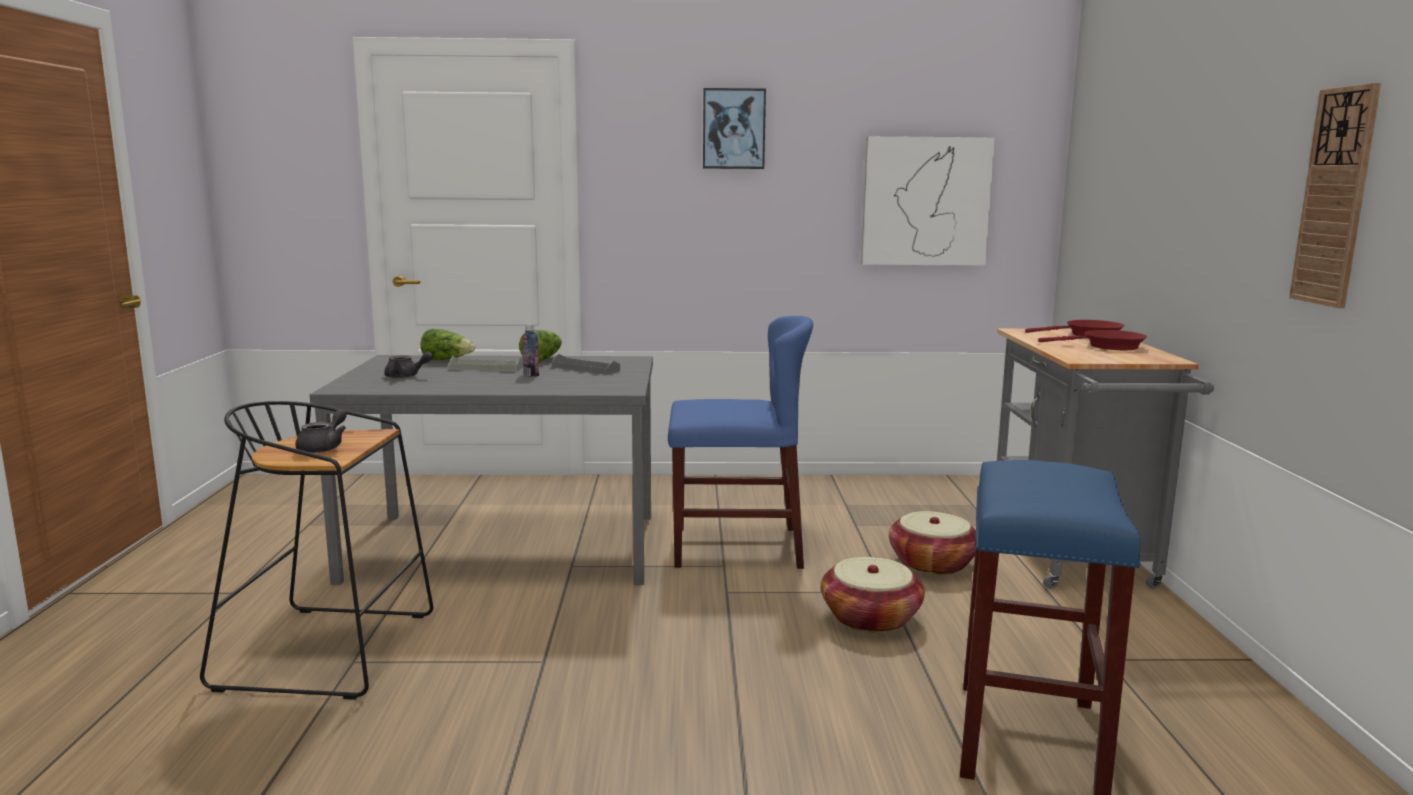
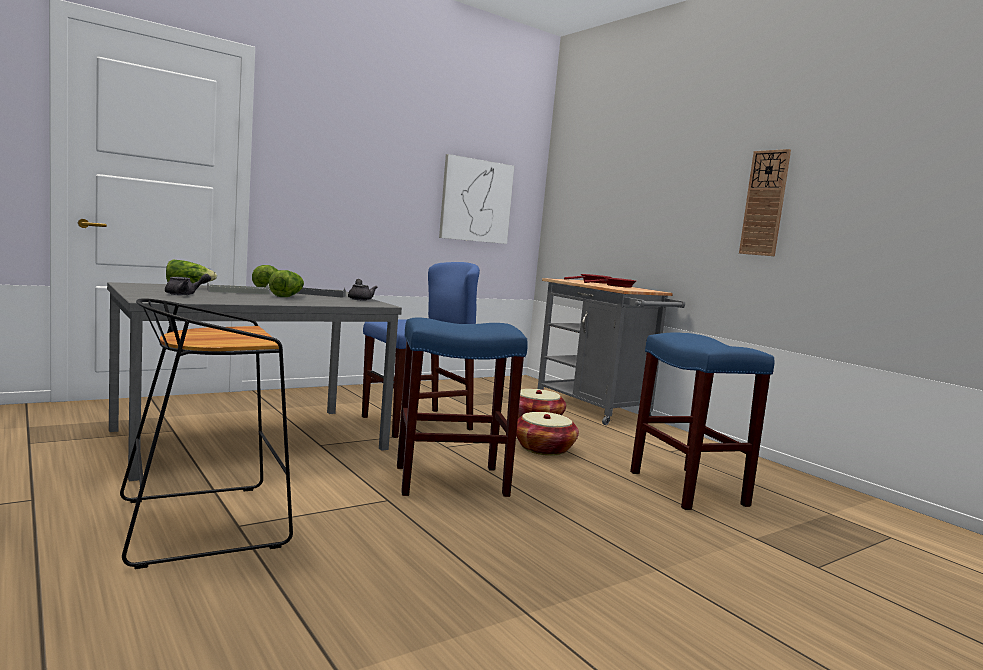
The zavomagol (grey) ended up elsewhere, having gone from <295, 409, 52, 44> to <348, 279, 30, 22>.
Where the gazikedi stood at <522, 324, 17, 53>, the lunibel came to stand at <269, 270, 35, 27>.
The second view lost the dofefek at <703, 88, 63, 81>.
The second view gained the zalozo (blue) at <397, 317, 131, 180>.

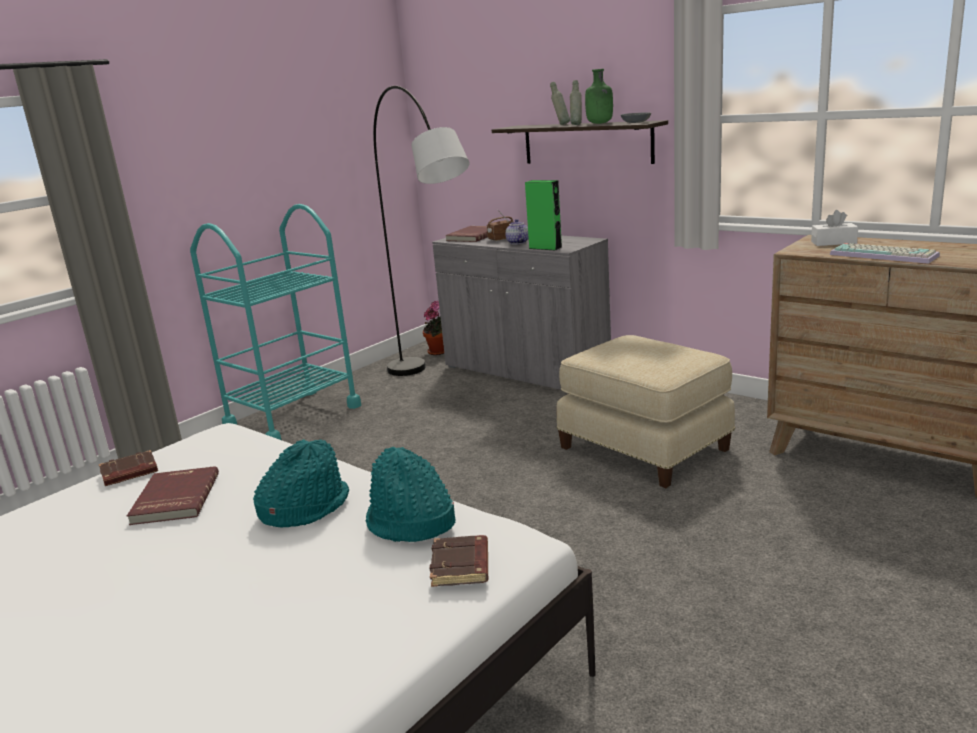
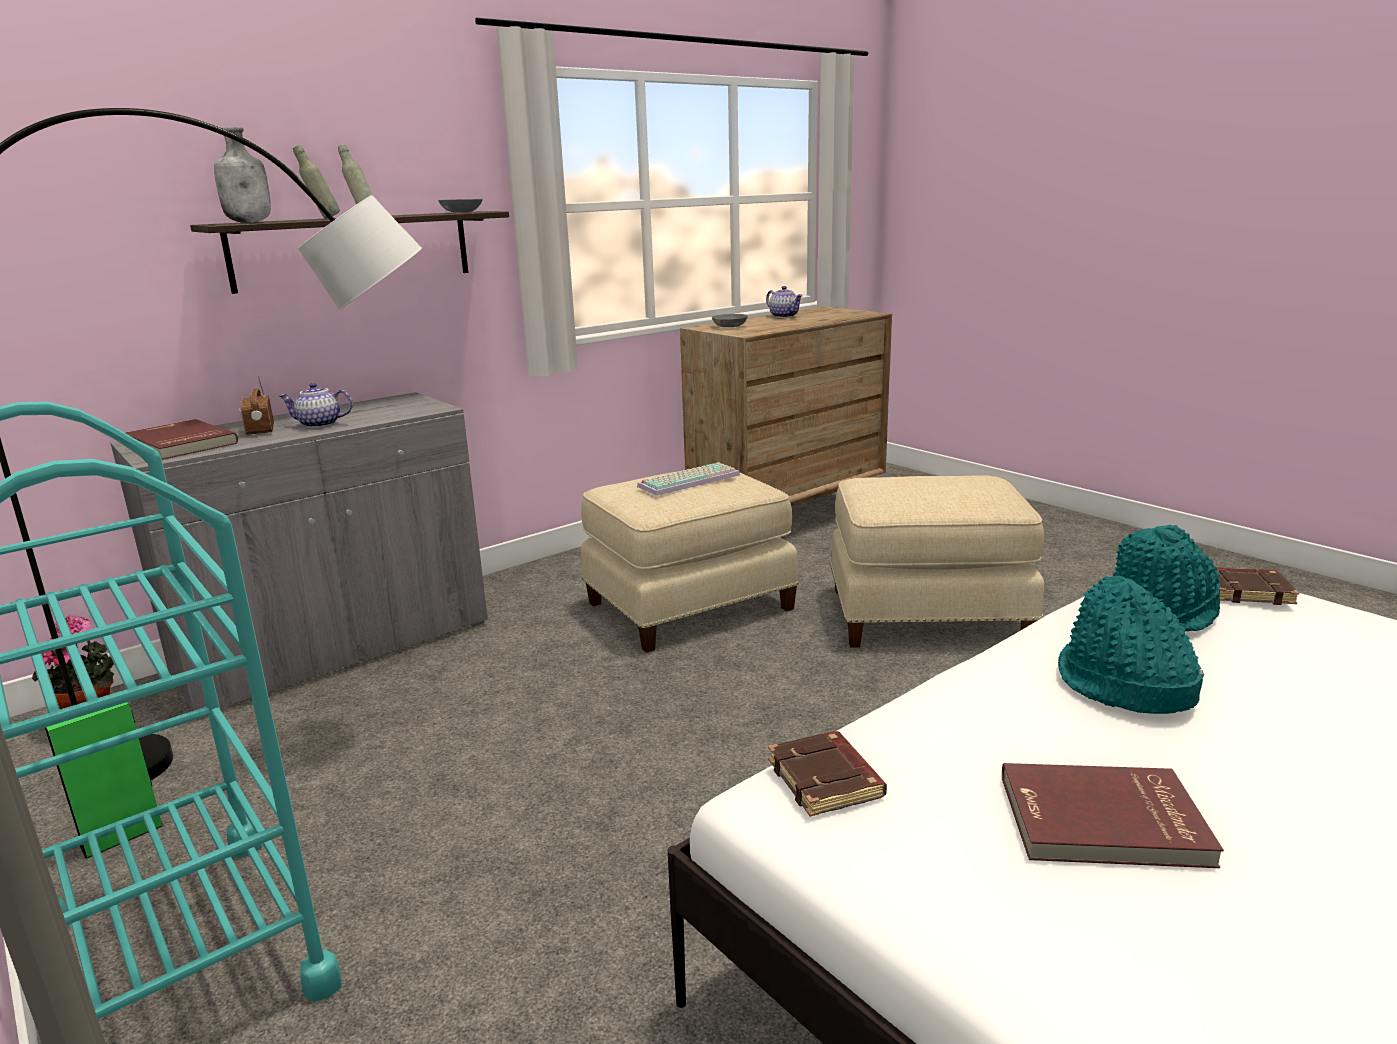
The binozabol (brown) ended up elsewhere, having gone from <99, 450, 59, 36> to <768, 731, 119, 86>.
The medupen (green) ended up elsewhere, having gone from <525, 180, 37, 71> to <45, 702, 119, 157>.
The second view lost the gazikedi (green) at <585, 69, 28, 55>.
Where the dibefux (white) stood at <811, 210, 47, 36>, the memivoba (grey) came to stand at <712, 314, 36, 13>.
The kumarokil ended up elsewhere, having gone from <830, 243, 110, 21> to <637, 462, 103, 34>.
The second view gained the gazikedi (grey) at <214, 127, 57, 96>.
The second view gained the zavomagol at <766, 286, 37, 32>.
The second view gained the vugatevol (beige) at <830, 475, 214, 173>.

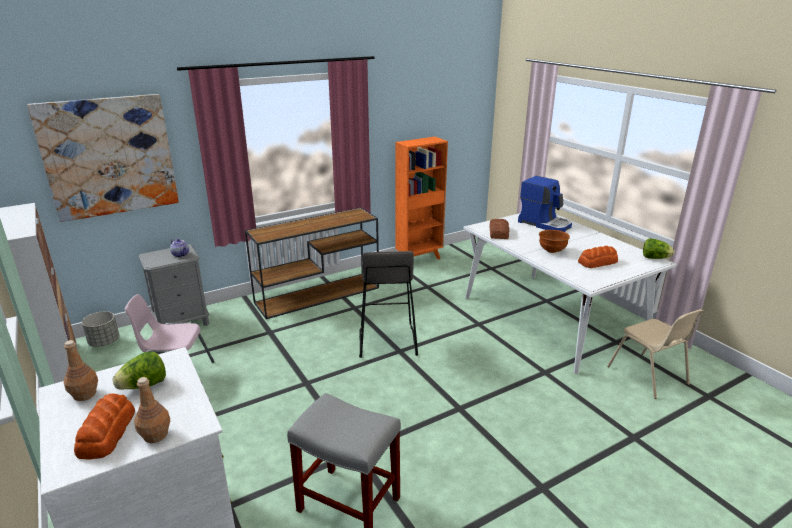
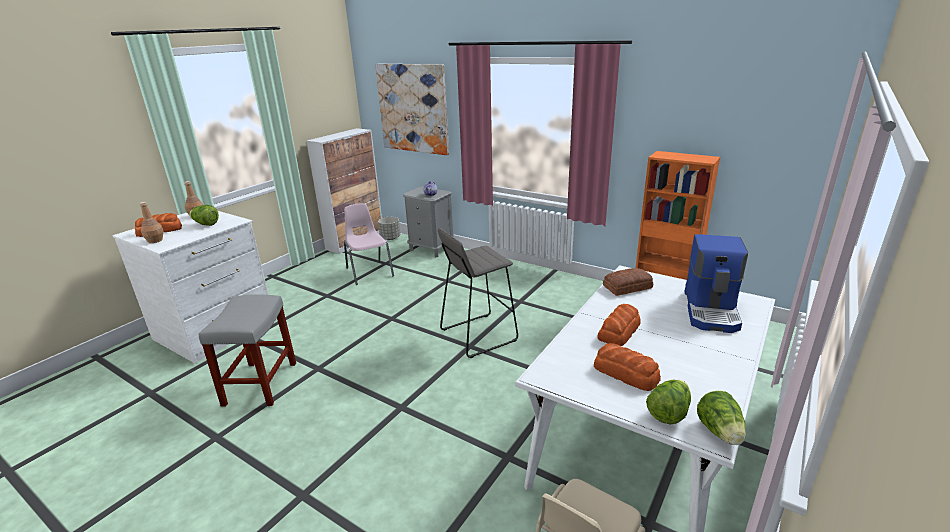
The second view lost the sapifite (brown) at <245, 208, 134, 111>.
Where the memivoba (brown) stood at <539, 230, 31, 23>, the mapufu came to stand at <597, 304, 44, 42>.
The second view gained the lunibel at <646, 379, 45, 45>.

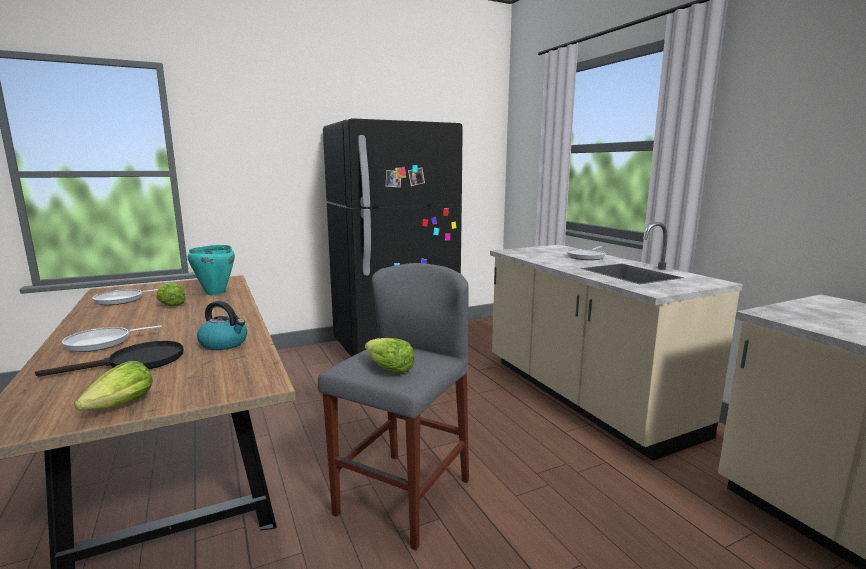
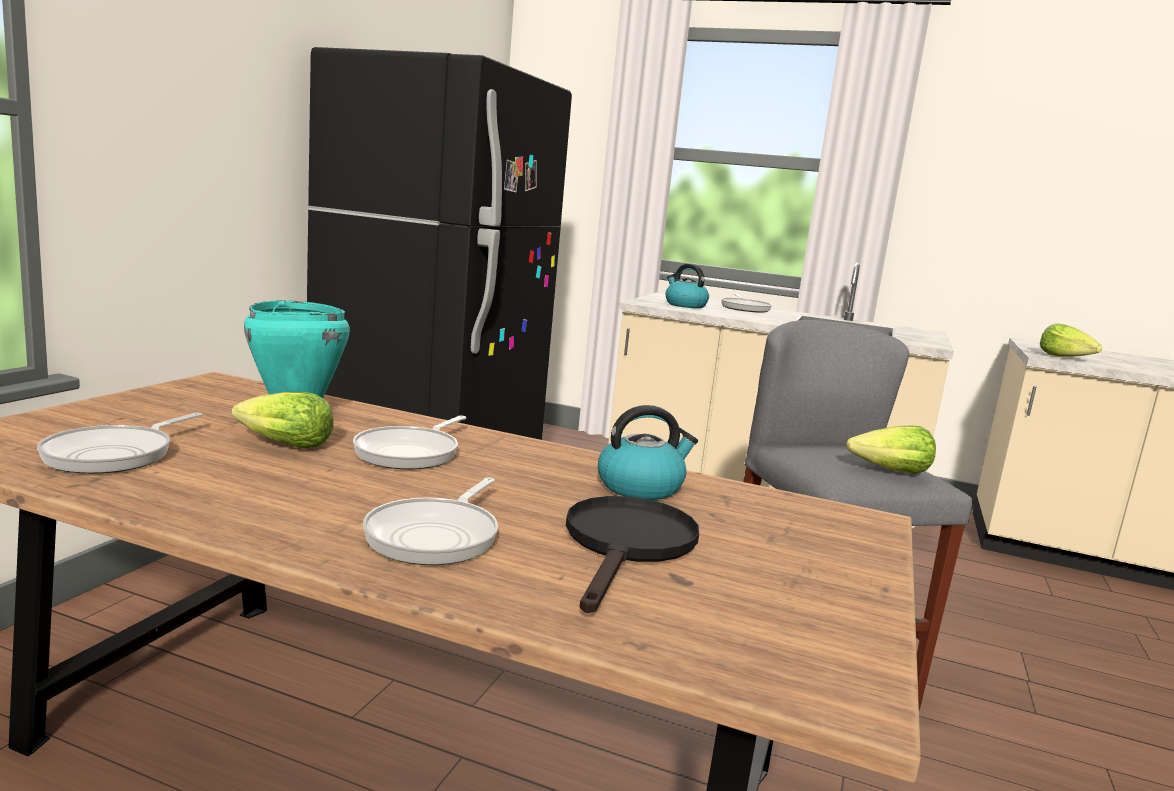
The lunibel ended up elsewhere, having gone from <75, 361, 78, 50> to <1040, 323, 62, 34>.
The second view gained the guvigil at <353, 416, 113, 53>.
The second view gained the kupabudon at <665, 264, 44, 44>.

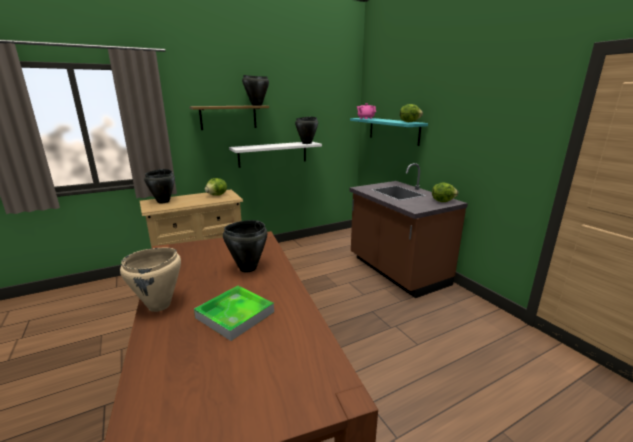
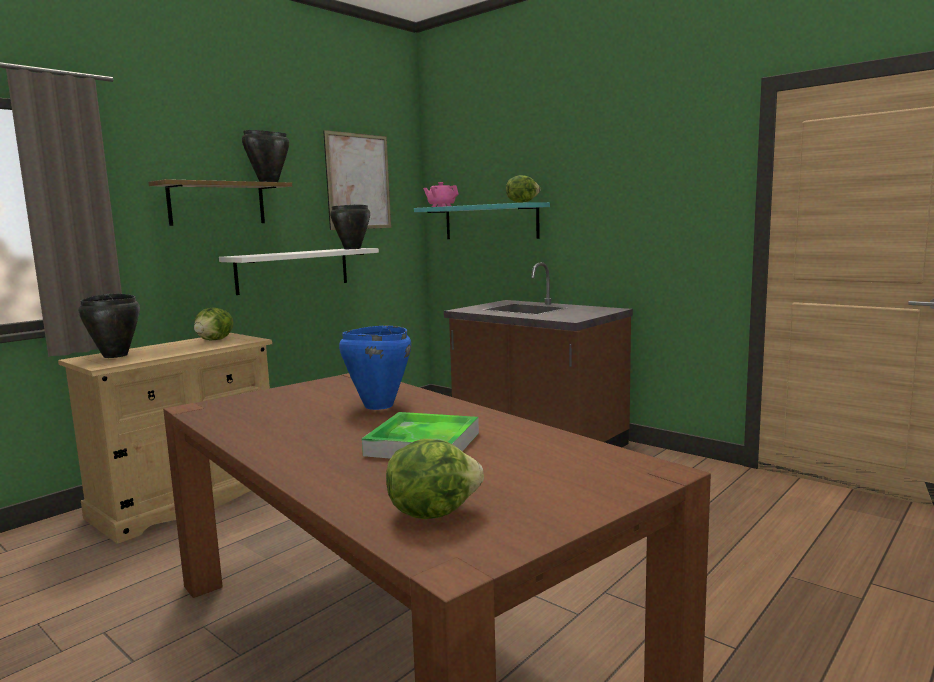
The second view lost the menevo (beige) at <120, 248, 61, 64>.
What was the menevo (black) at <223, 220, 44, 52> turned into the menevo (blue) at <339, 325, 72, 85>.
The lunibel ended up elsewhere, having gone from <432, 182, 26, 20> to <386, 439, 98, 80>.
The second view gained the dofefek at <323, 130, 68, 100>.

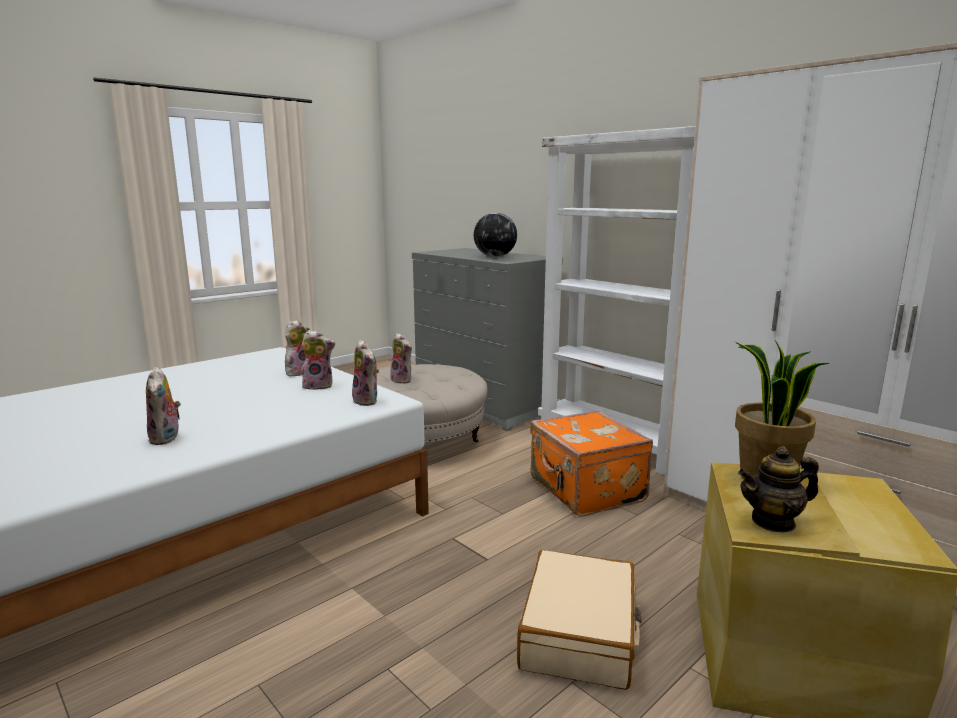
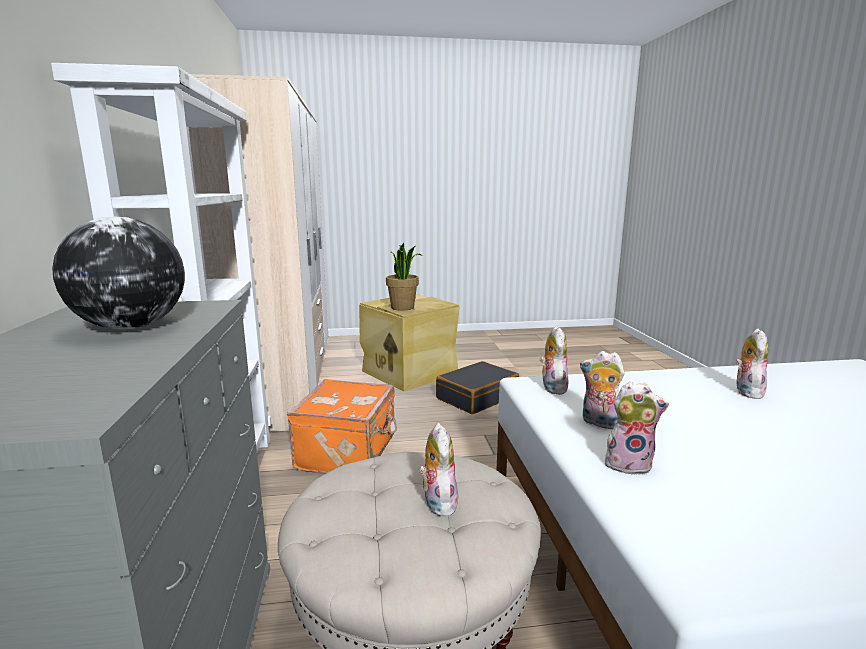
The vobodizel at <285, 320, 25, 56> ended up facing another way, 150 degrees counterclockwise from before.
What was the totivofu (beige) at <517, 550, 125, 140> turned into the totivofu (black) at <436, 361, 83, 53>.
The second view lost the zavomagol at <738, 446, 81, 87>.

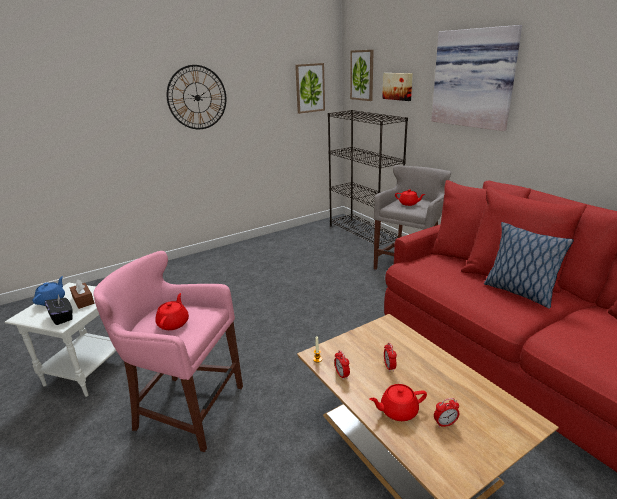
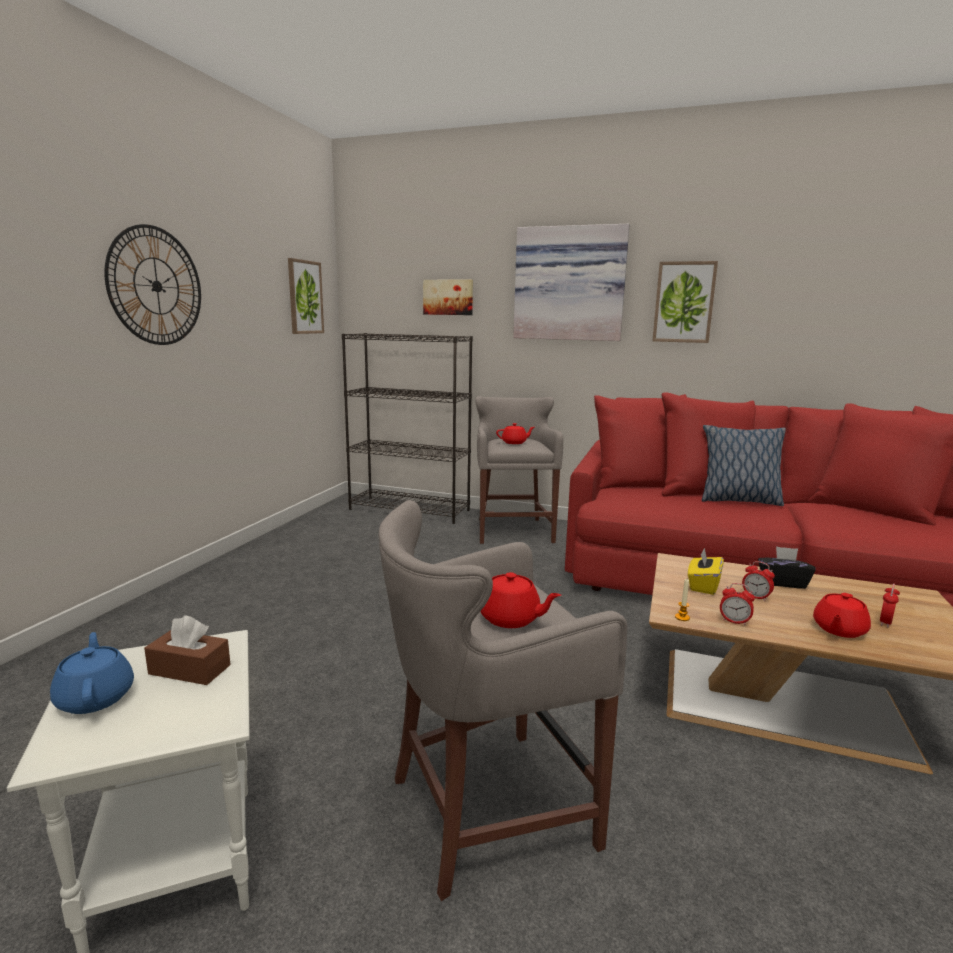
The dibefux (black) ended up elsewhere, having gone from <45, 293, 28, 32> to <758, 546, 58, 43>.
What was the zalozo (pink) at <93, 251, 150, 201> turned into the zalozo (grey) at <378, 500, 249, 401>.
The zavomagol (red) at <155, 293, 34, 37> ended up facing another way, 150 degrees clockwise from before.
The dofefek ended up elsewhere, having gone from <350, 50, 24, 51> to <652, 261, 66, 82>.
The second view gained the dibefux (yellow) at <688, 548, 36, 47>.

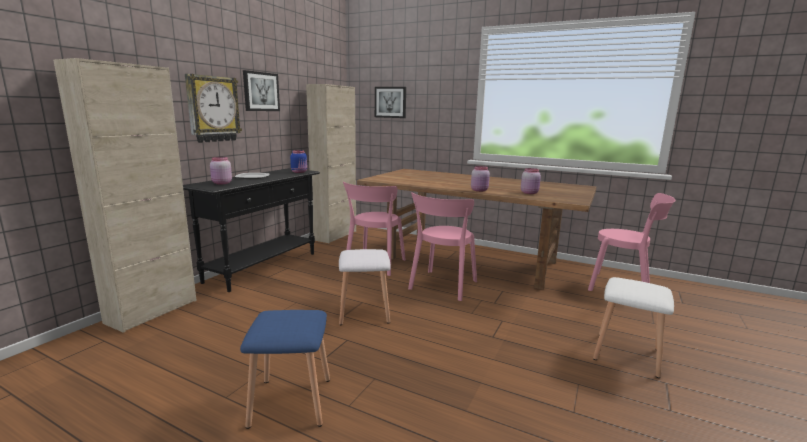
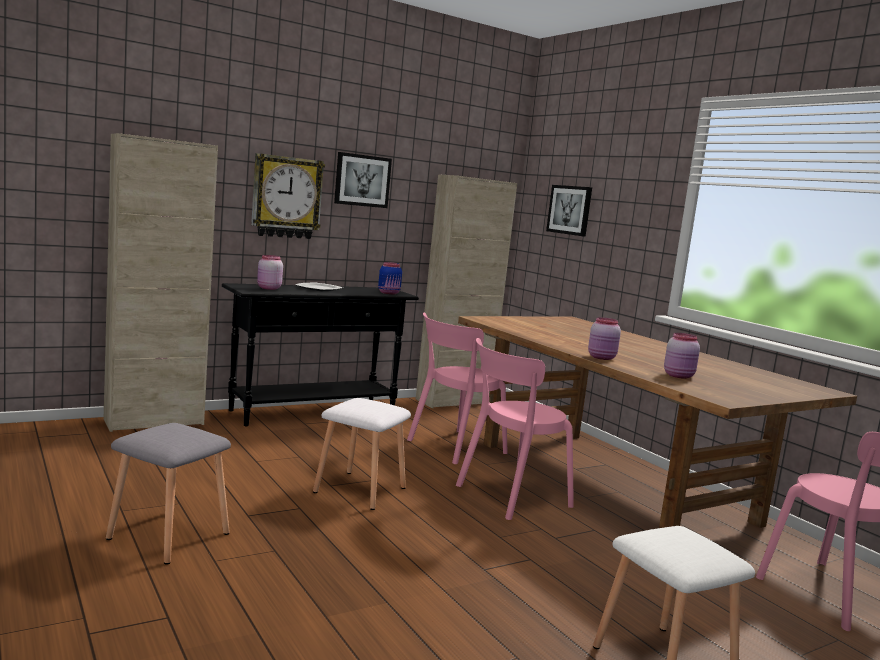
What was the zalozo (blue) at <240, 310, 90, 119> turned into the zalozo (grey) at <106, 423, 125, 142>.

